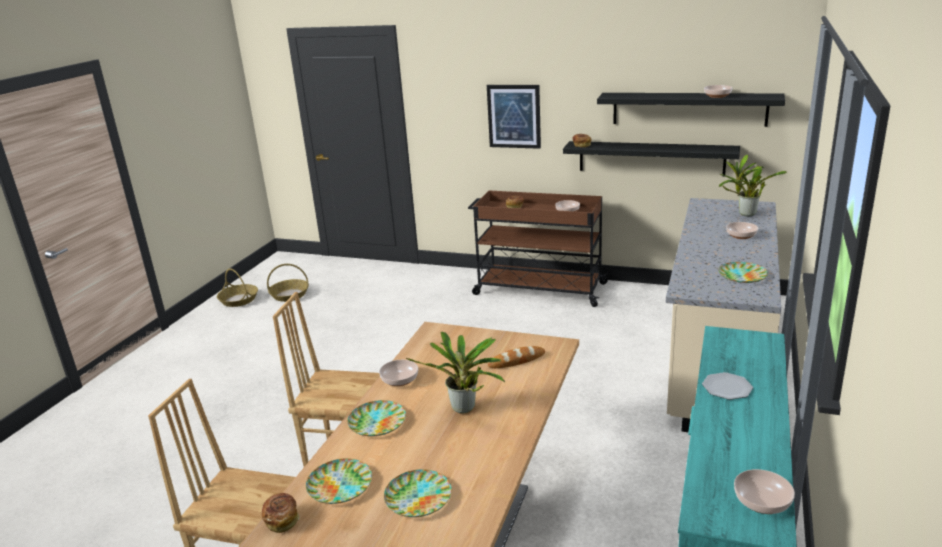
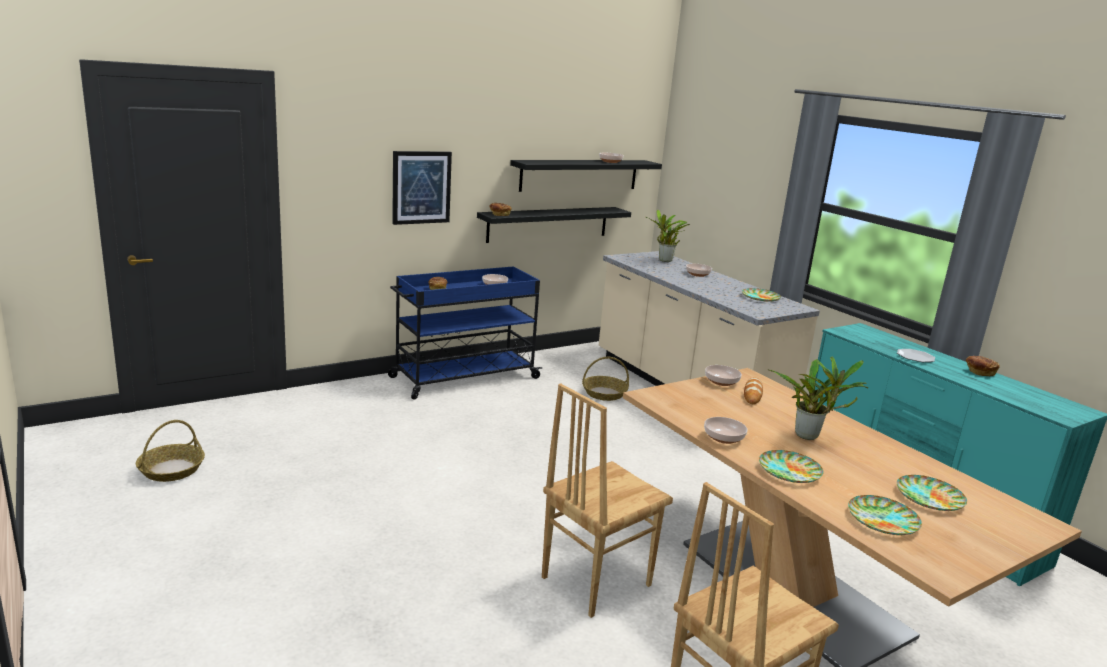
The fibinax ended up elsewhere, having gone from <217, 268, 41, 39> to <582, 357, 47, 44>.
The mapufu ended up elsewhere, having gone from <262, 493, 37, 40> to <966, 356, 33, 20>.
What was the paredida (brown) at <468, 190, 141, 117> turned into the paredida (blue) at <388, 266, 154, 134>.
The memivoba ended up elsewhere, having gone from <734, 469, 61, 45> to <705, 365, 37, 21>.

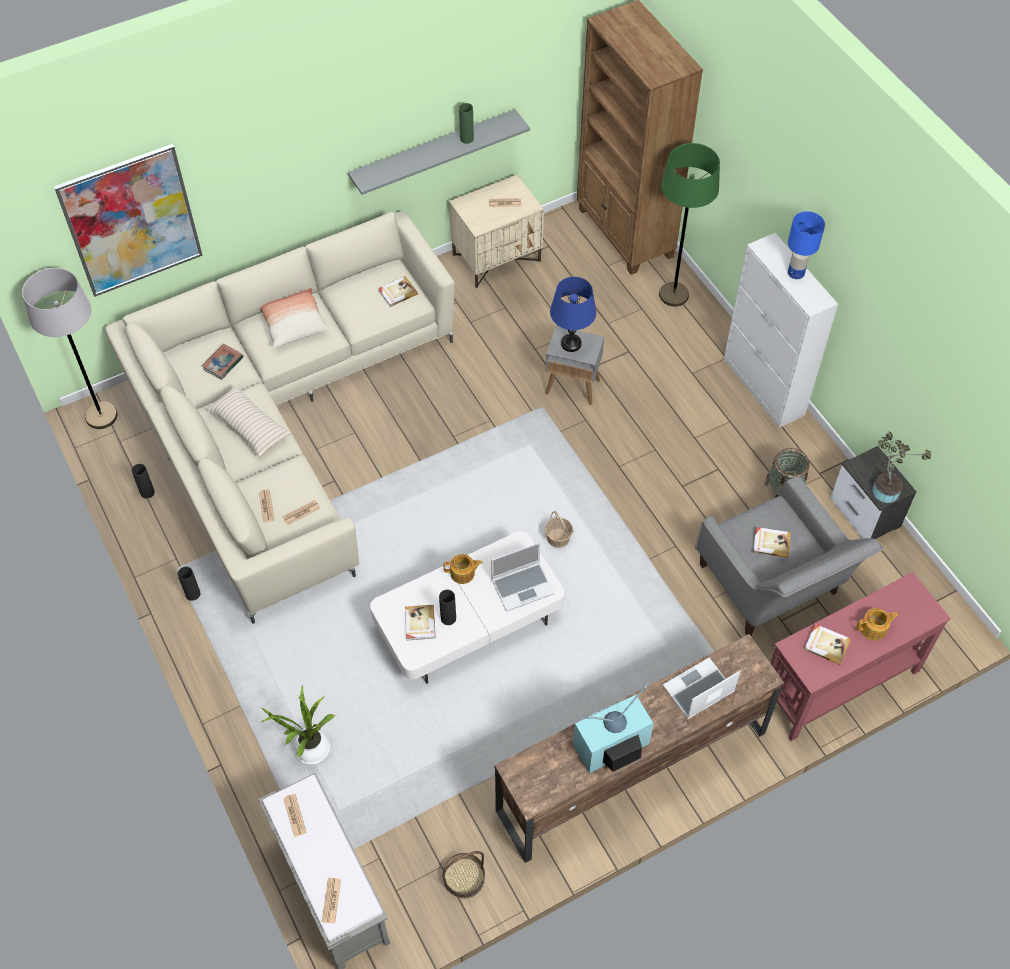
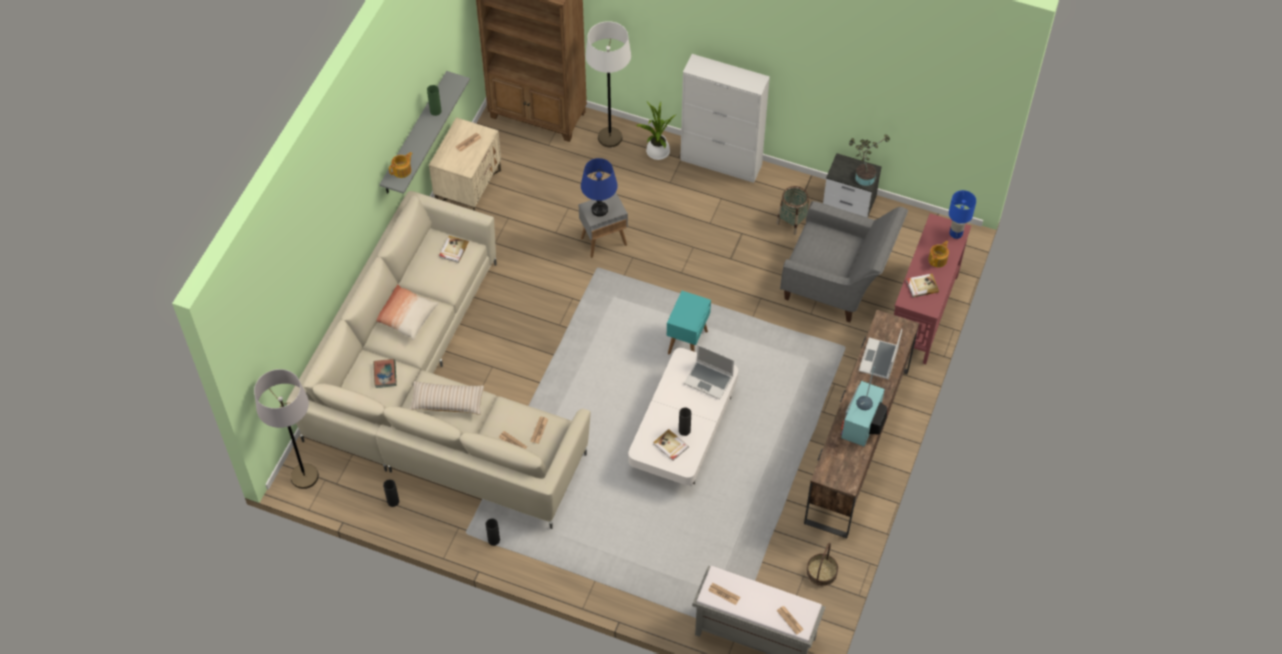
The second view lost the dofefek at <54, 144, 149, 153>.
The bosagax ended up elsewhere, having gone from <262, 684, 73, 80> to <635, 102, 42, 58>.
The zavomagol ended up elsewhere, having gone from <444, 554, 39, 30> to <389, 152, 24, 26>.
The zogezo at <491, 542, 64, 70> ended up facing another way, 90 degrees clockwise from before.
Where the fibinax stood at <545, 511, 28, 37>, the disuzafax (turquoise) came to stand at <667, 291, 44, 63>.
What was the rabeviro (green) at <659, 143, 61, 163> turned into the rabeviro (white) at <585, 21, 46, 127>.
The second view lost the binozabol at <753, 527, 38, 31>.
The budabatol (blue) ended up elsewhere, having gone from <788, 211, 37, 68> to <949, 190, 27, 49>.

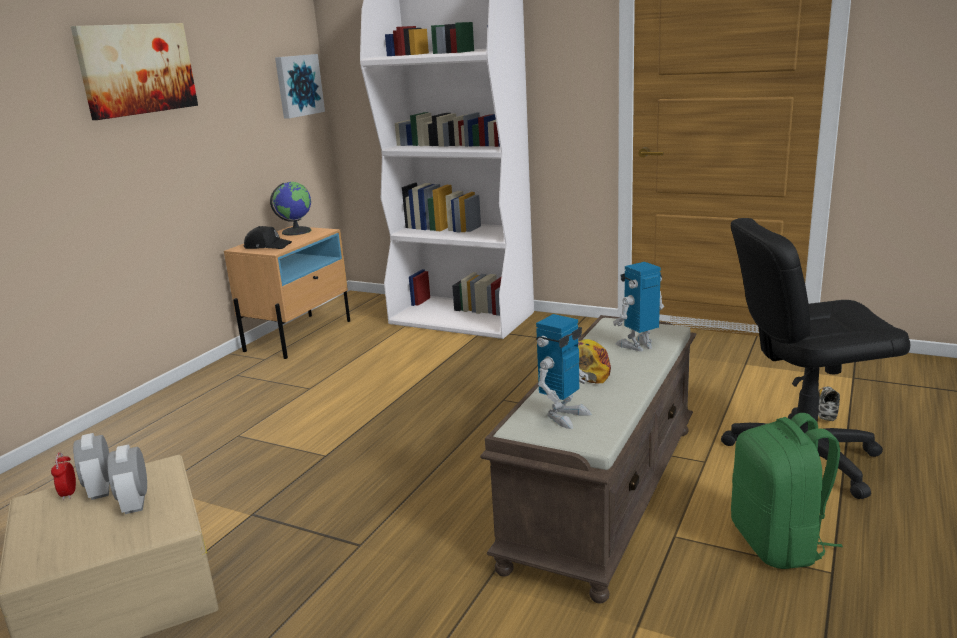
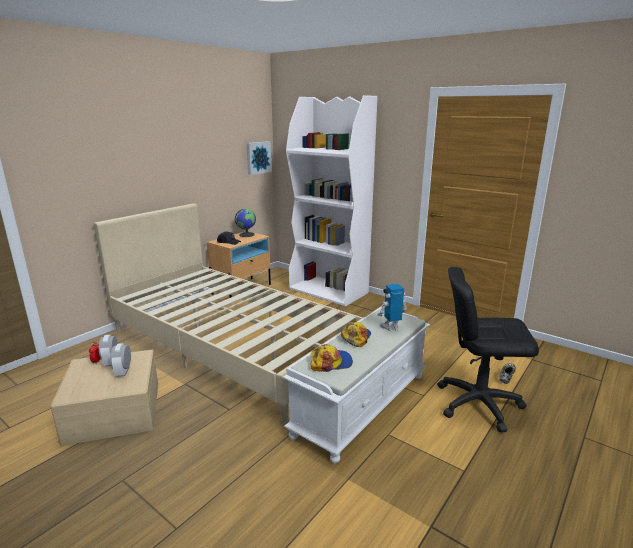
The second view lost the dofefek at <71, 23, 127, 97>.
What was the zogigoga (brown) at <480, 315, 216, 289> turned into the zogigoga (white) at <283, 306, 147, 157>.
Where the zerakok stood at <536, 314, 55, 115>, the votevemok came to stand at <310, 344, 43, 28>.
The second view lost the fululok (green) at <731, 413, 112, 156>.
The second view gained the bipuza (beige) at <94, 203, 270, 221>.

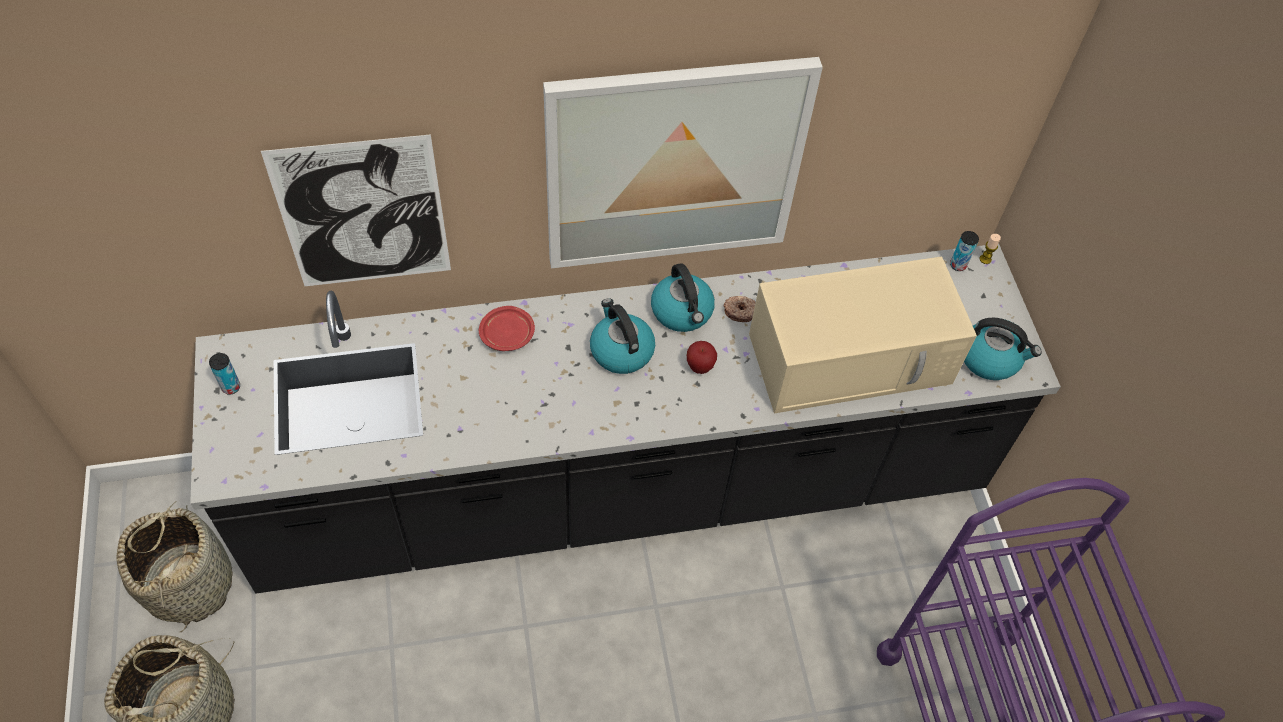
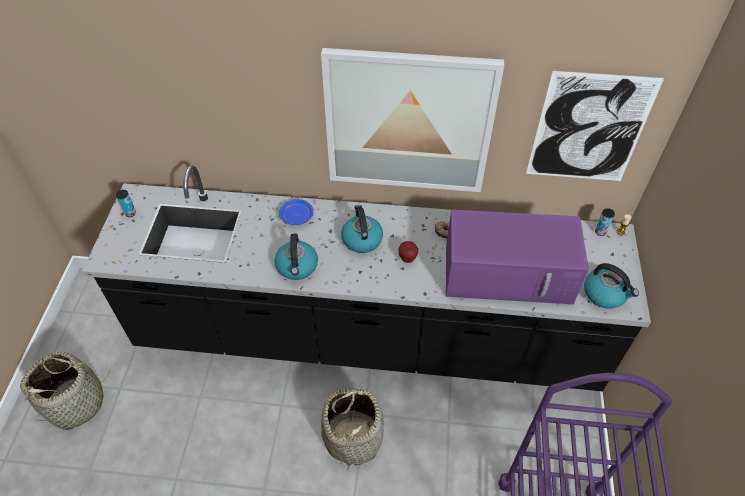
The fibinax ended up elsewhere, having gone from <116, 501, 117, 131> to <321, 382, 63, 89>.
The dofefek ended up elsewhere, having gone from <261, 134, 190, 152> to <526, 71, 138, 110>.
What was the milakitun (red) at <479, 306, 56, 45> turned into the milakitun (blue) at <279, 199, 35, 26>.
The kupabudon ended up elsewhere, having gone from <651, 263, 64, 69> to <275, 234, 43, 46>.
What was the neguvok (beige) at <749, 256, 228, 157> turned into the neguvok (purple) at <446, 210, 143, 94>.

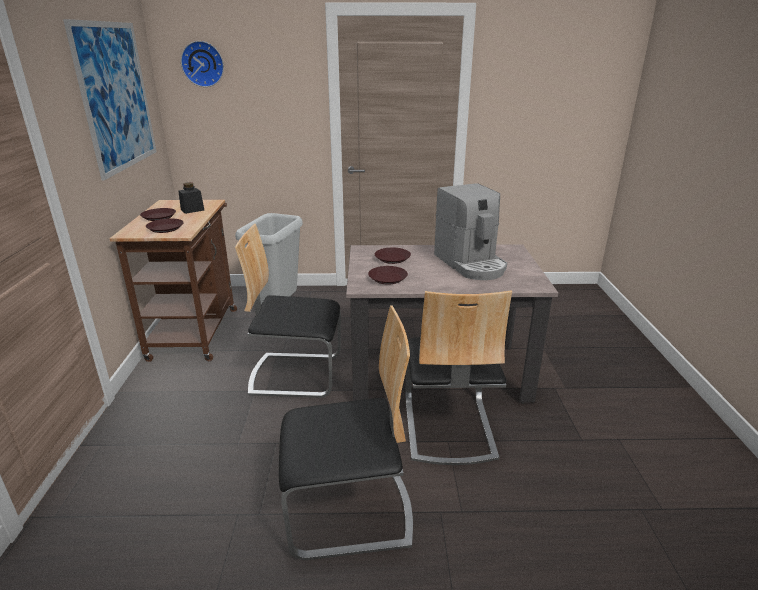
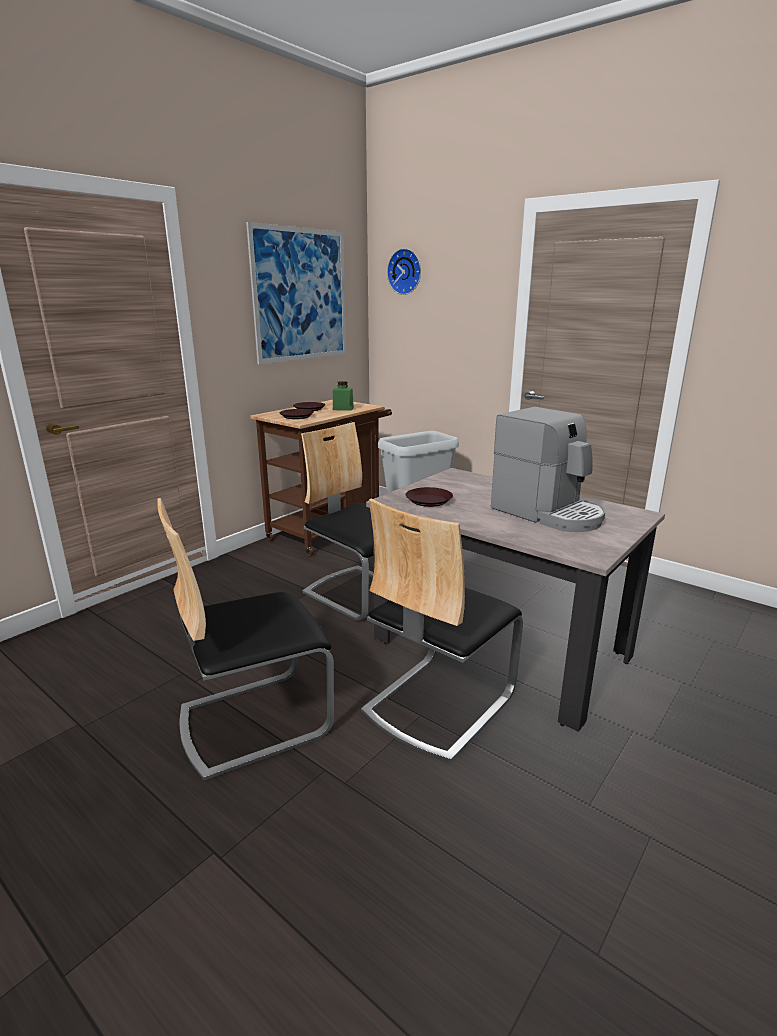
What was the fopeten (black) at <179, 182, 25, 32> turned into the fopeten (green) at <333, 381, 21, 30>.
The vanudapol at <279, 306, 134, 254> ended up facing another way, 120 degrees clockwise from before.
The second view lost the milakitun (brown) at <375, 248, 36, 16>.
The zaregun at <434, 183, 73, 97> ended up facing another way, 60 degrees counterclockwise from before.

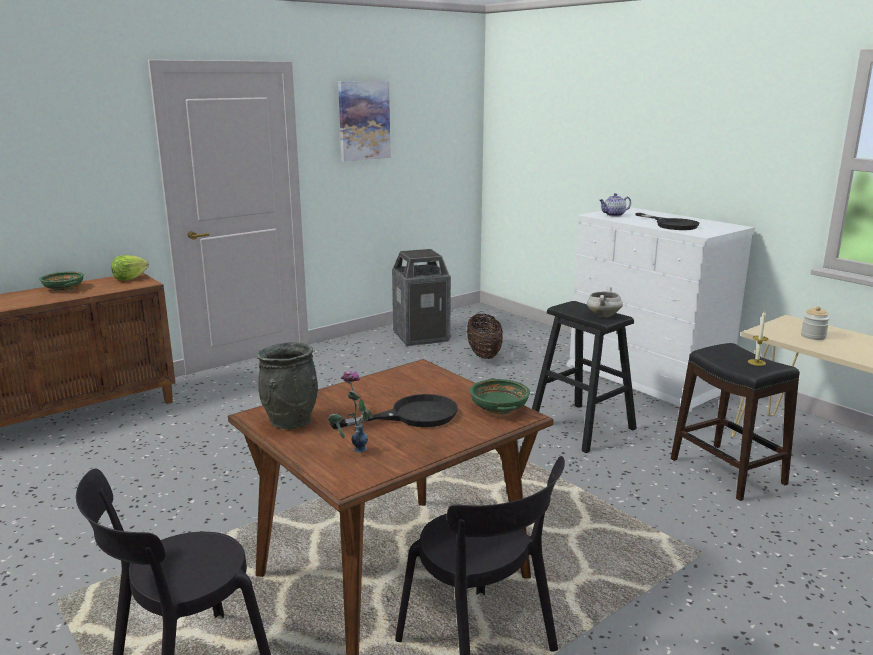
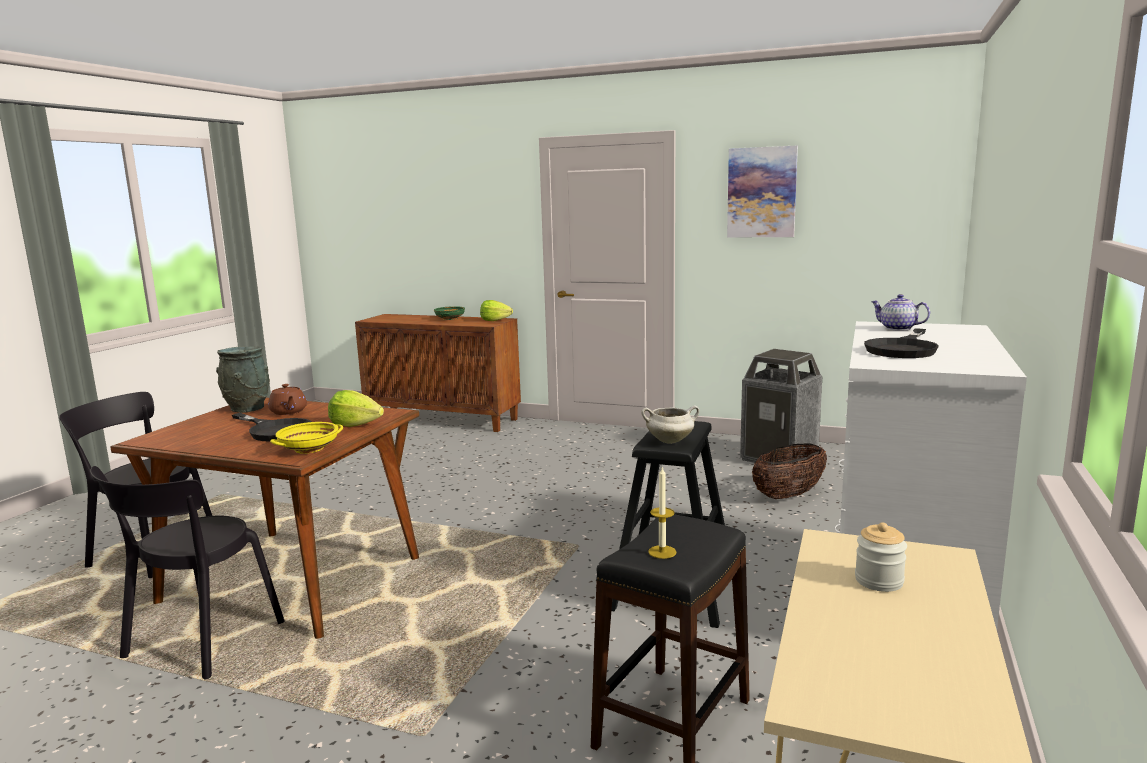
The second view lost the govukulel at <328, 371, 45, 82>.
What was the memivoba (green) at <470, 379, 60, 35> turned into the memivoba (yellow) at <270, 422, 73, 32>.
The second view gained the zavomagol (brown) at <268, 384, 39, 31>.
The second view gained the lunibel at <328, 390, 56, 37>.

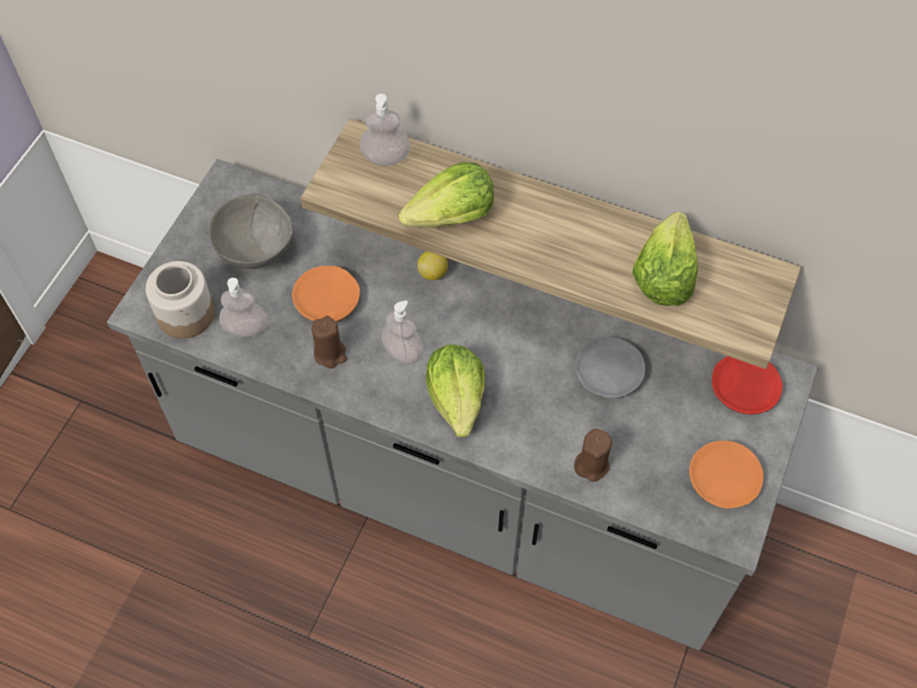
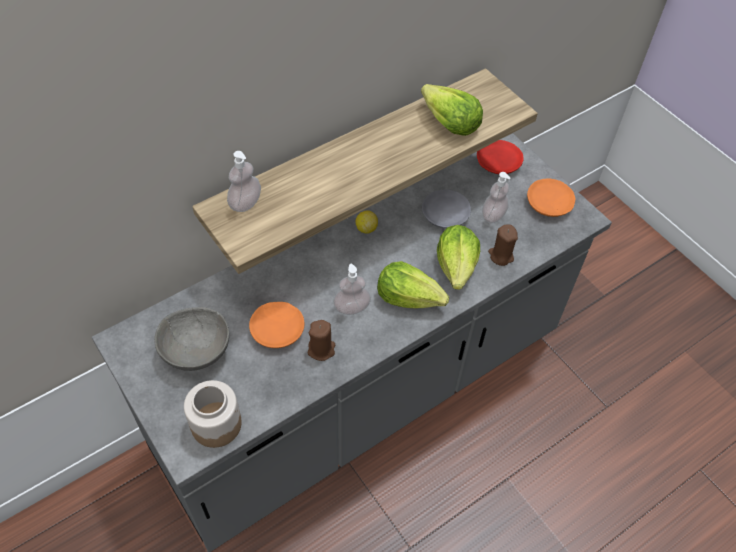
The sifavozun ended up elsewhere, having gone from <219, 278, 49, 59> to <482, 172, 28, 51>.
The lunibel ended up elsewhere, having gone from <398, 162, 96, 66> to <437, 225, 43, 65>.
The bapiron ended up elsewhere, having gone from <417, 251, 31, 29> to <355, 210, 23, 24>.

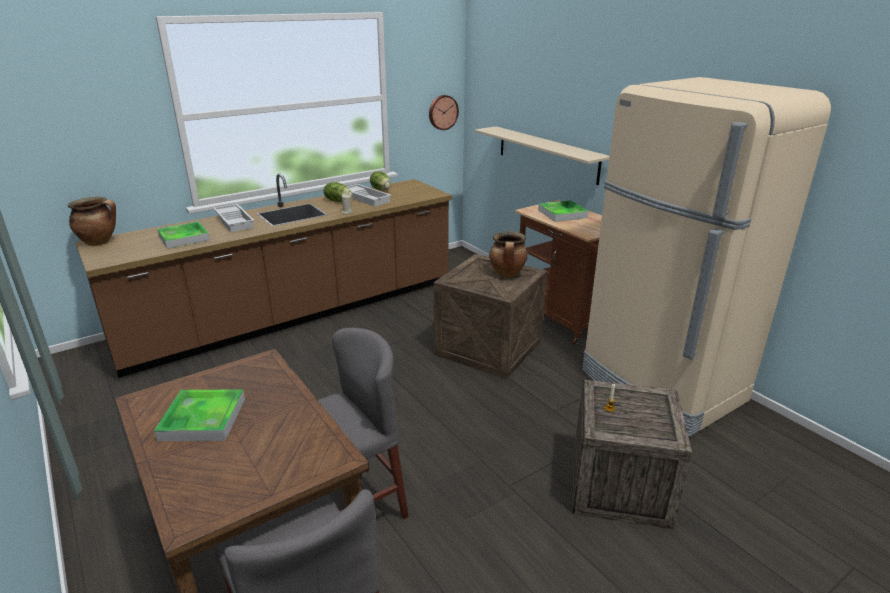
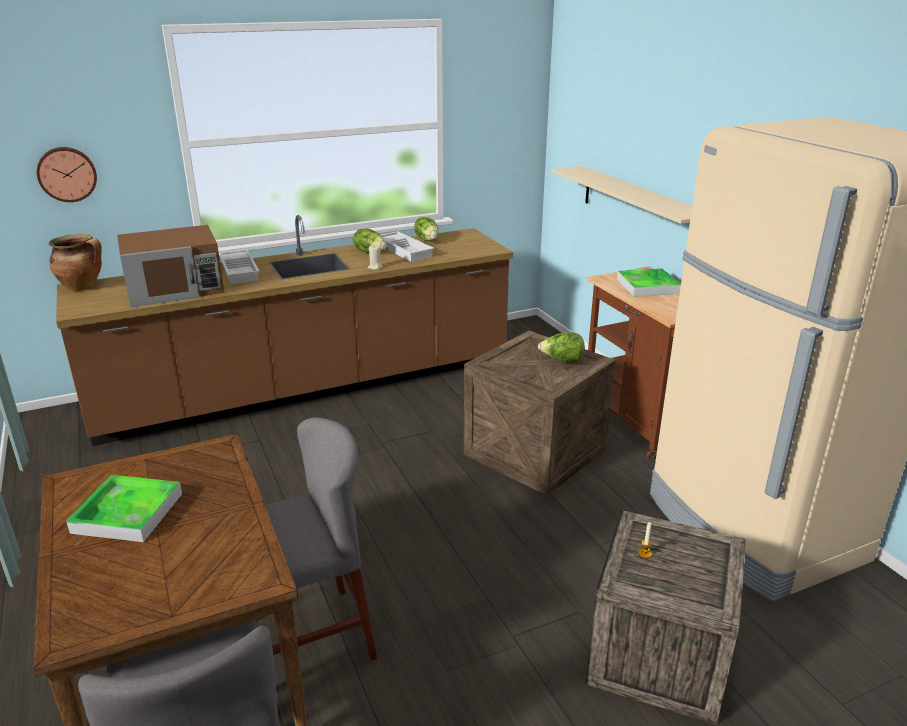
Where the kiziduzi stood at <157, 221, 53, 28>, the neguvok (brown) came to stand at <117, 225, 107, 83>.
The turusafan ended up elsewhere, having gone from <429, 95, 30, 35> to <37, 147, 60, 55>.
Where the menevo stood at <489, 231, 39, 46>, the lunibel came to stand at <538, 332, 47, 31>.

